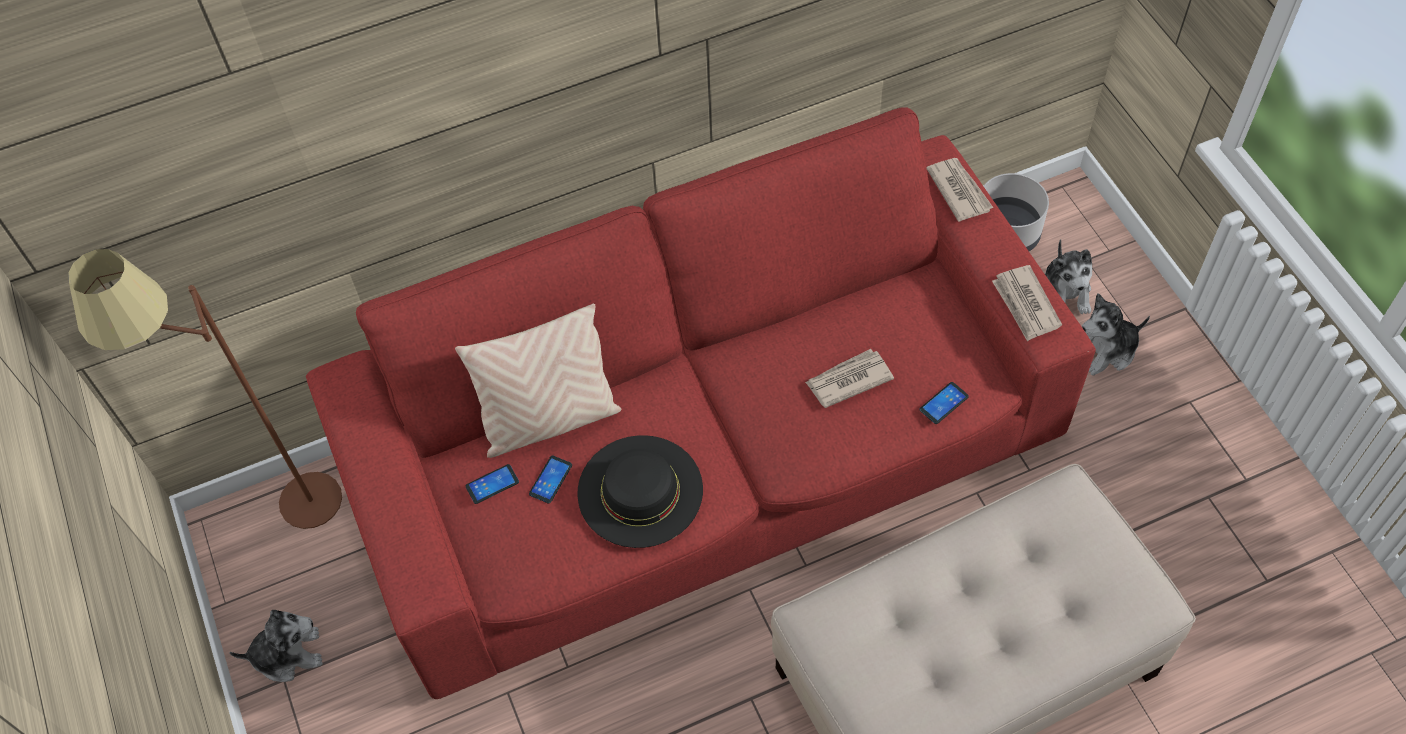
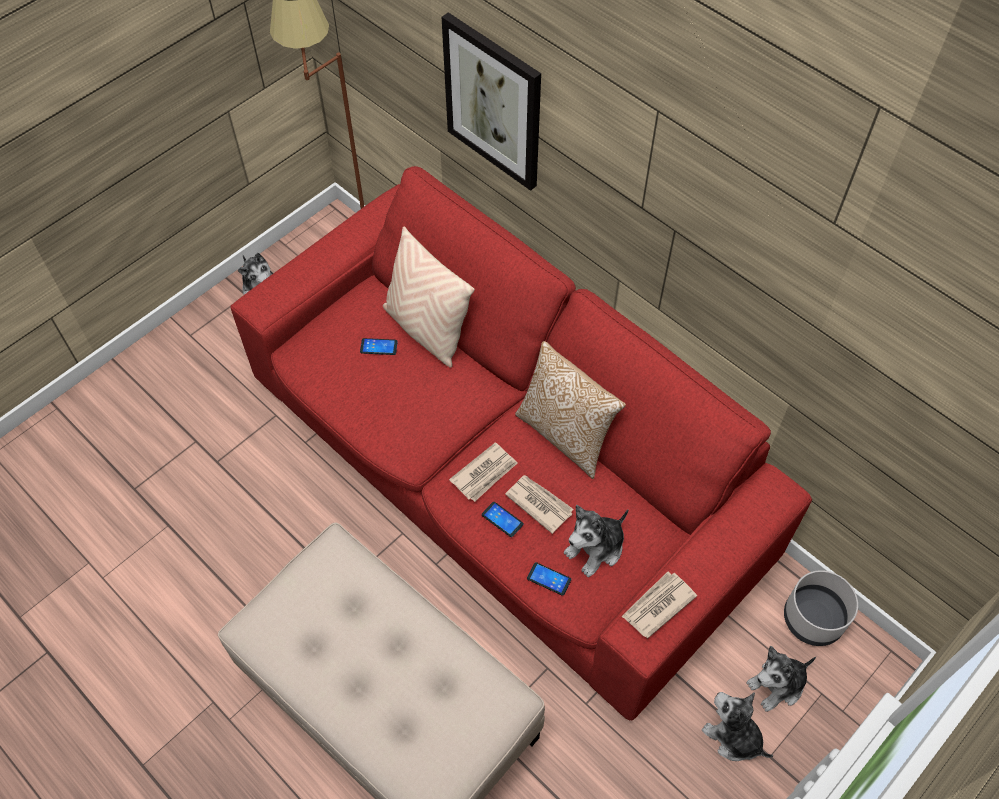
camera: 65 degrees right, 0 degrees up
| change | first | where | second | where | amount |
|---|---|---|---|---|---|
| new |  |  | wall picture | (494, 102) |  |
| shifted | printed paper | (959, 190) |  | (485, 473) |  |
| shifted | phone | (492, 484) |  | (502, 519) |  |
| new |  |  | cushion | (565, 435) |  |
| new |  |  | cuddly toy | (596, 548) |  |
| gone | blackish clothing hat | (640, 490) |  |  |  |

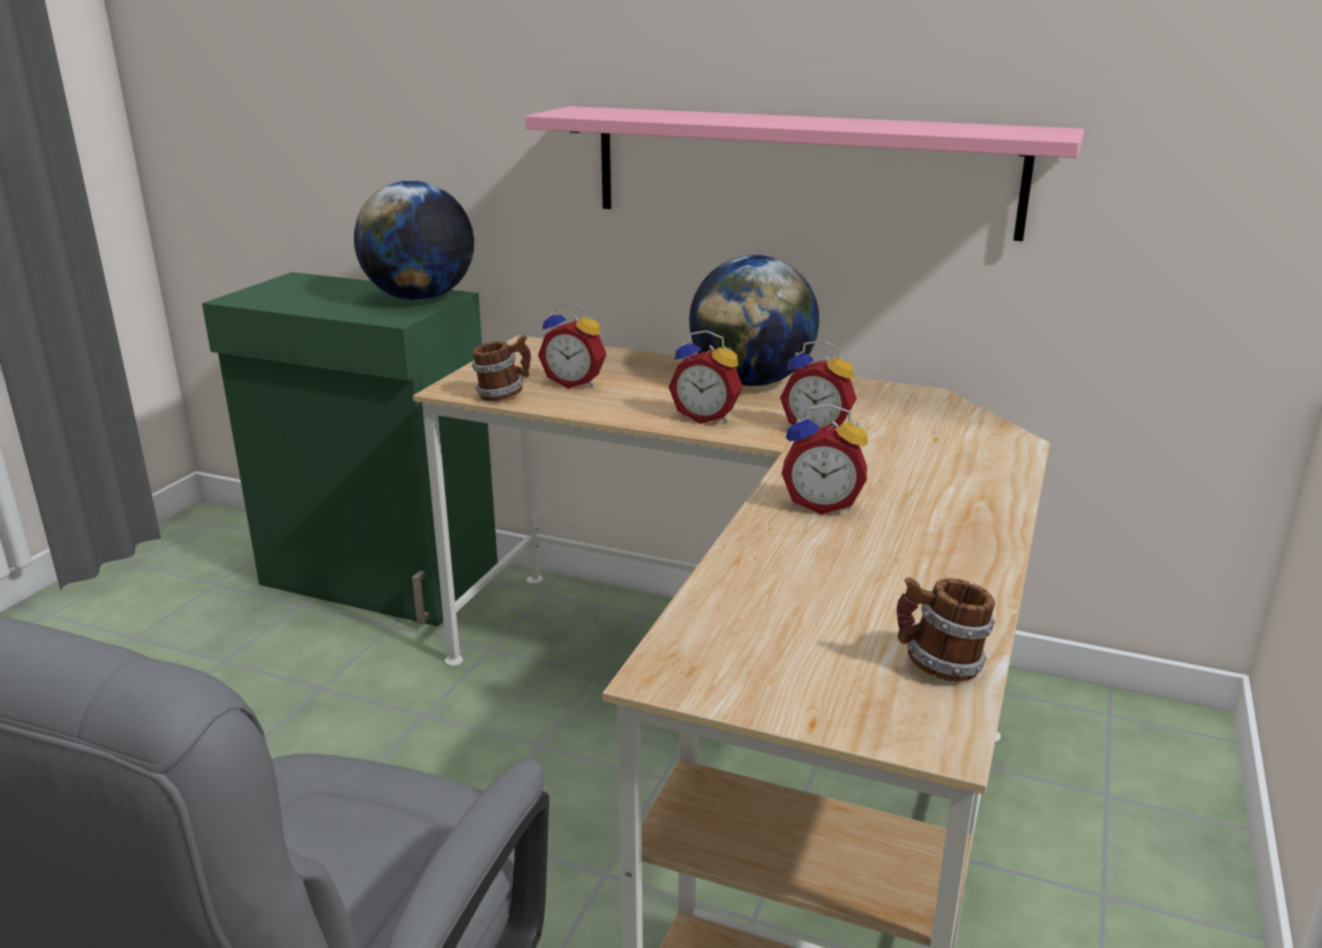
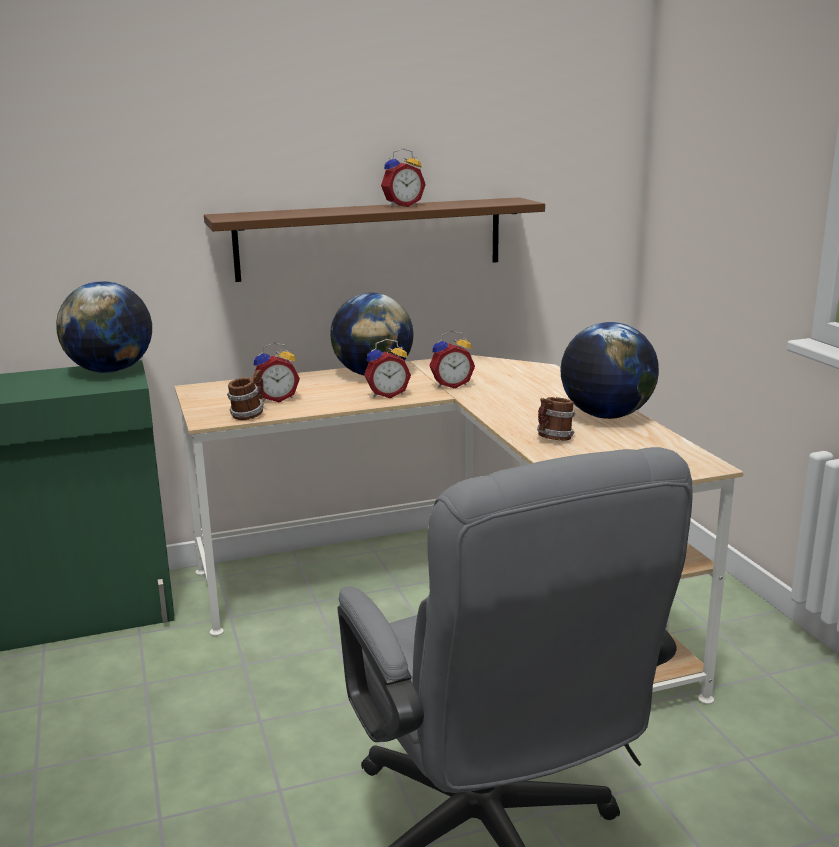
camera: 40 degrees left, 5 degrees down
| change | first | where | second | where | amount |
|---|---|---|---|---|---|
| repainted | pink bracket shelf | (802, 170) | brown bracket shelf | (370, 238) |  |
| shifted | alarm clock | (822, 504) |  | (402, 205) |  |
| shifted | coffee mug | (939, 666) |  | (554, 439) |  |
| new |  |  | world globe | (606, 416) |  |

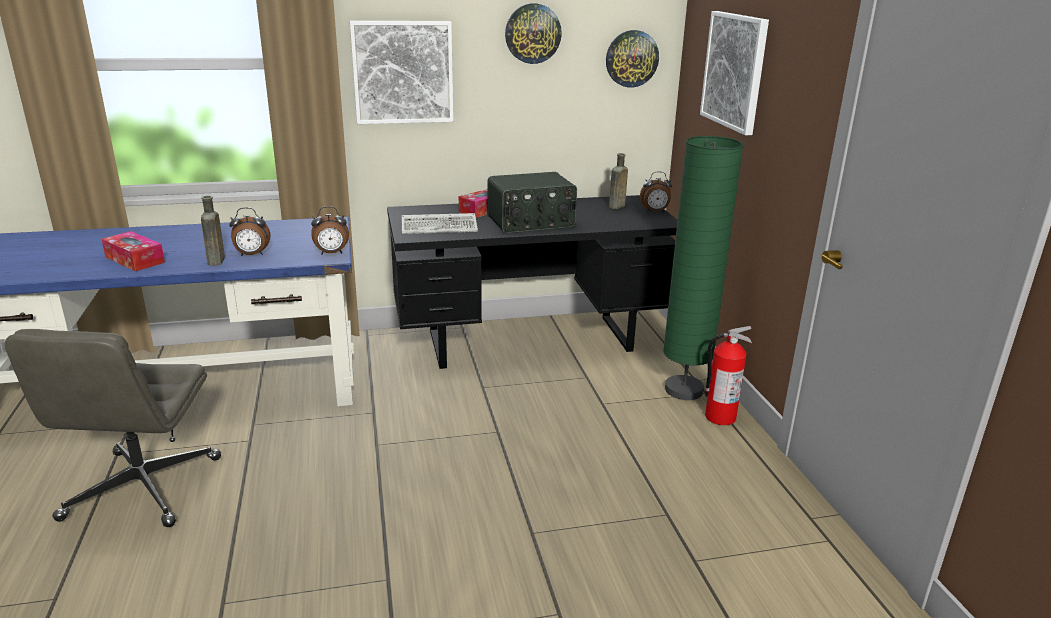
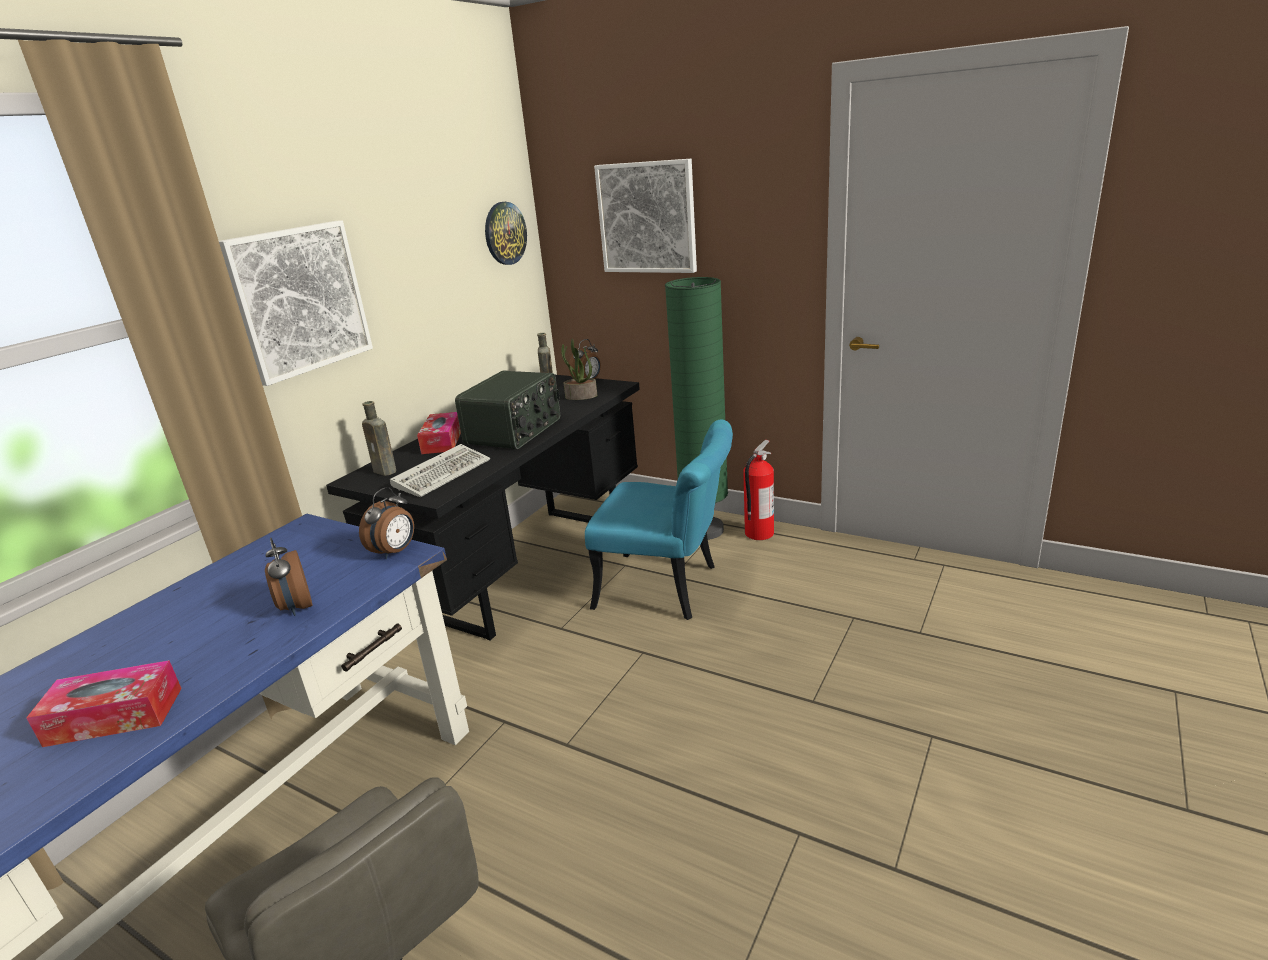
camera: 45 degrees left, 0 degrees up
| change | first | where | second | where | amount |
|---|---|---|---|---|---|
| rotated | alarm clock | (252, 255) |  | (295, 607) | 120 degrees clockwise |
| shifted | brown beverage bottle | (216, 262) |  | (386, 471) |  |
| new |  |  | plant in a pot | (580, 396) |  |
| new |  |  | turquoise-coloured chair | (669, 588) |  |
| gone | clock on the wall | (533, 33) |  |  |  |

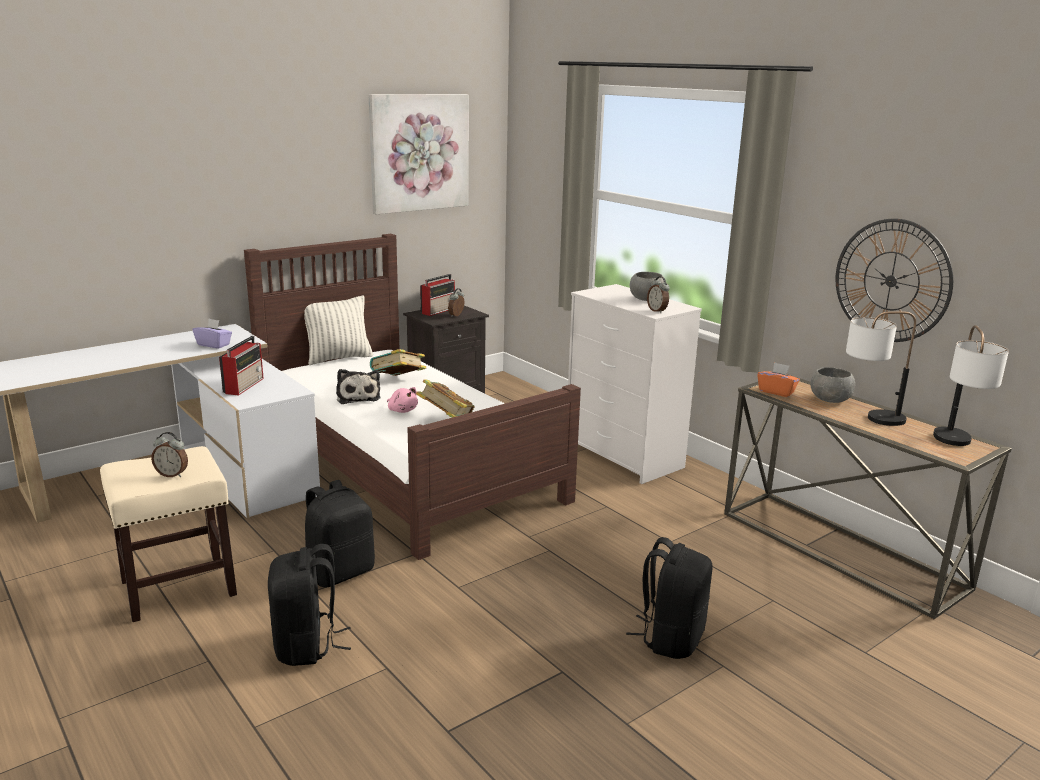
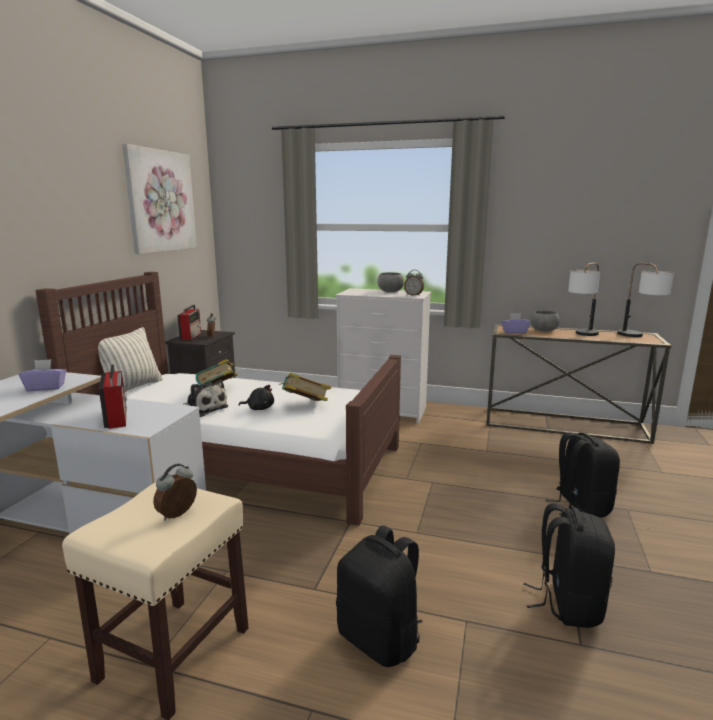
camera: 35 degrees left, 5 degrees down
| change | first | where | second | where | amount |
|---|---|---|---|---|---|
| rotated | alarm clock | (172, 474) |  | (178, 515) | 150 degrees clockwise |
| repainted | pink cuddly toy | (402, 410) | blackish cuddly toy | (259, 408) |  |
| repainted | orangey tissue holder | (776, 392) | purple-coloured tissue holder | (514, 332) |  |
| shifted | blackish knapsack | (340, 572) |  | (567, 603) |  |
| gone | clock on the wall | (891, 281) |  |  |  |

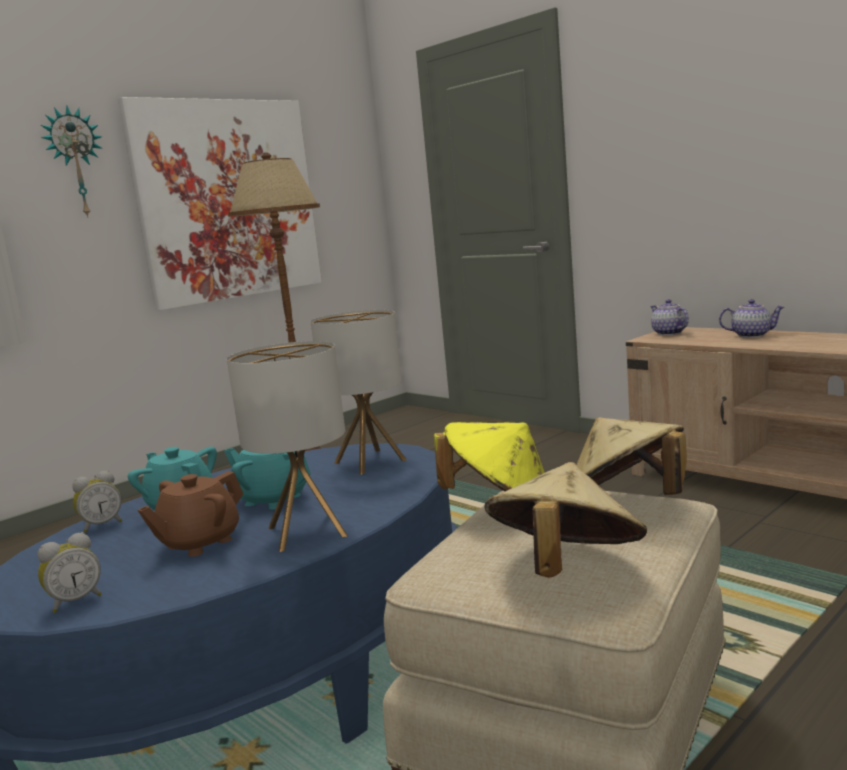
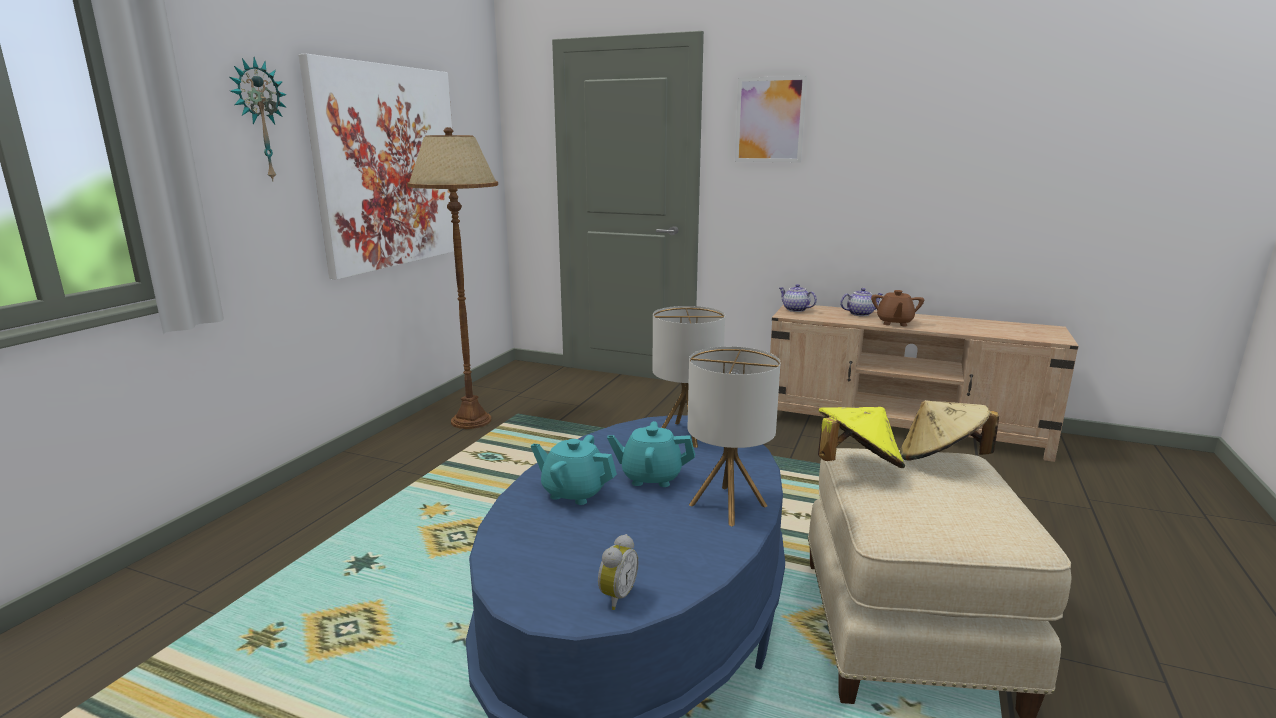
camera: 25 degrees left, 5 degrees up
| change | first | where | second | where | amount |
|---|---|---|---|---|---|
| new |  |  | wall picture | (769, 120) |  |
| shifted | brown teapot | (199, 543) |  | (894, 323) |  |
| gone | alarm clock | (101, 525) |  |  |  |
| gone | beige clothing hat | (565, 568) |  |  |  |

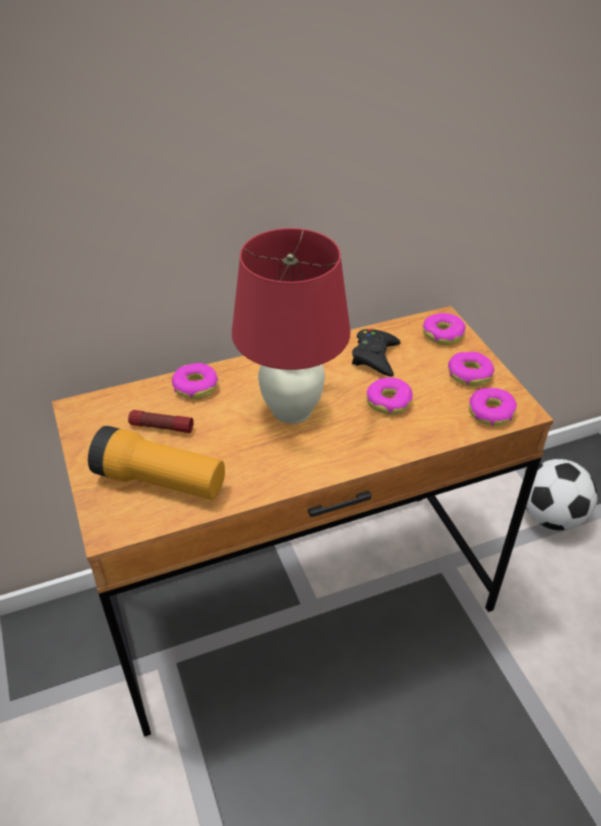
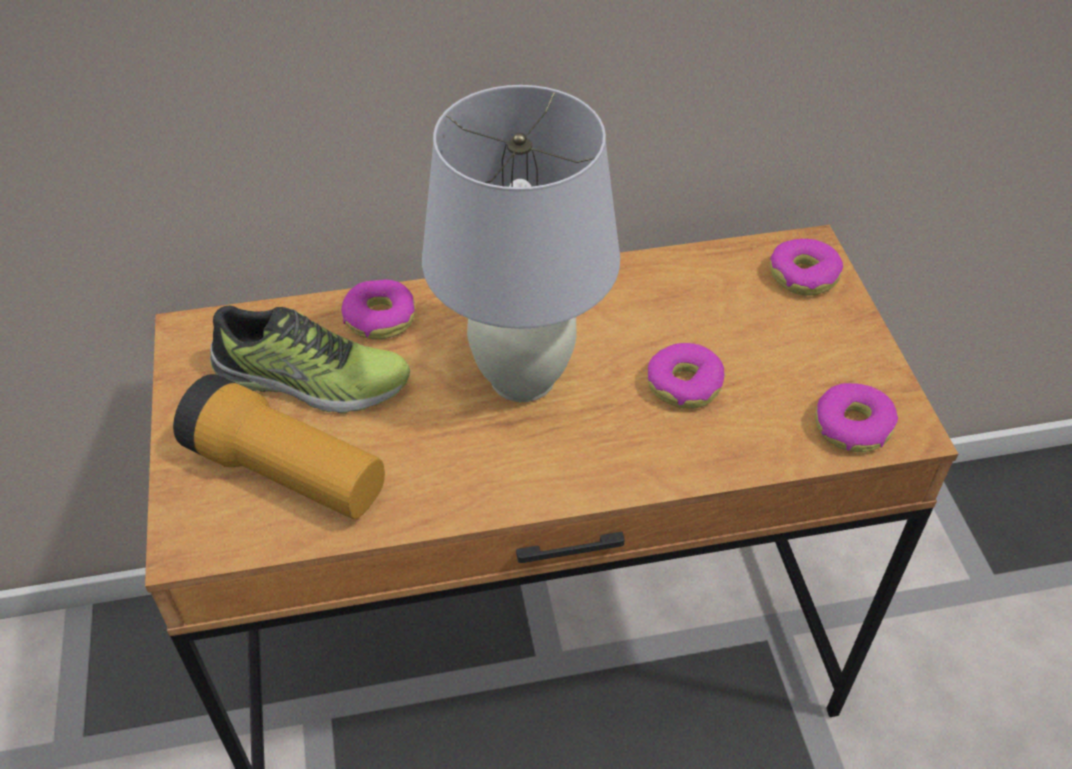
camera: 10 degrees right, 5 degrees up
| change | first | where | second | where | amount |
|---|---|---|---|---|---|
| swapped | flashlight | (161, 427) | low shoe | (310, 380) |  |
| repainted | red table lamp | (291, 410) | white table lamp | (521, 378) |  |
| gone | blackish game controller | (375, 357) |  |  |  |
| gone | donut | (469, 374) |  |  |  |
| gone | ball for football | (551, 517) |  |  |  |

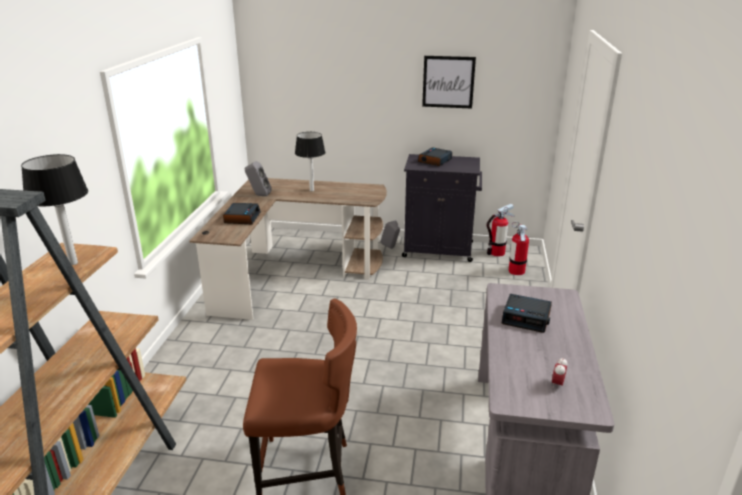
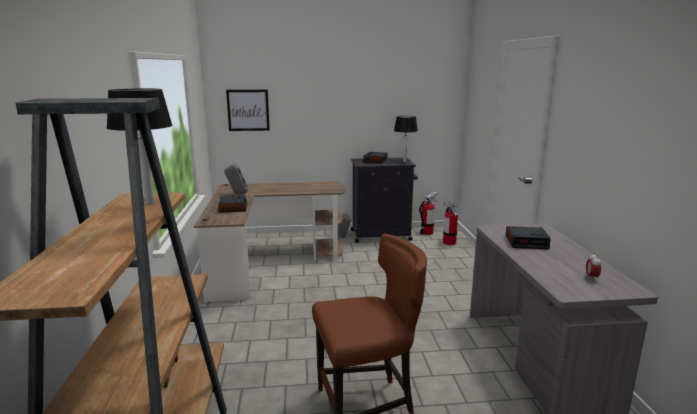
camera: 15 degrees left, 10 degrees down
| change | first | where | second | where | amount |
|---|---|---|---|---|---|
| shifted | wall picture | (448, 82) |  | (248, 110) |  |
| shifted | table lamp | (311, 190) |  | (404, 161) |  |

